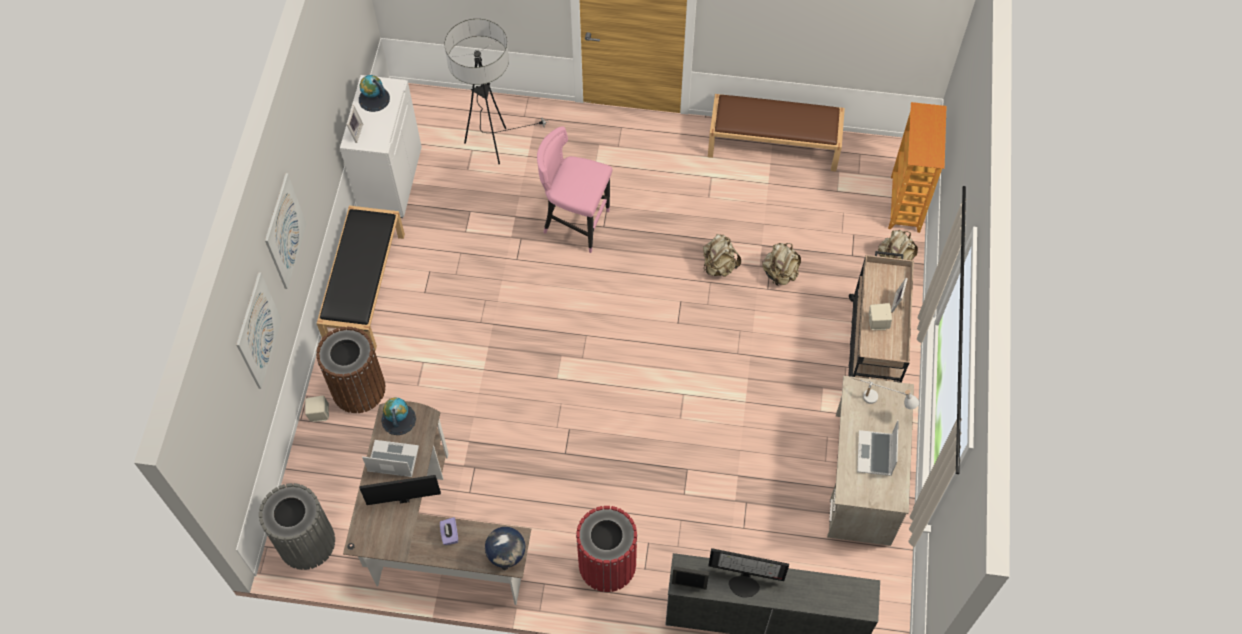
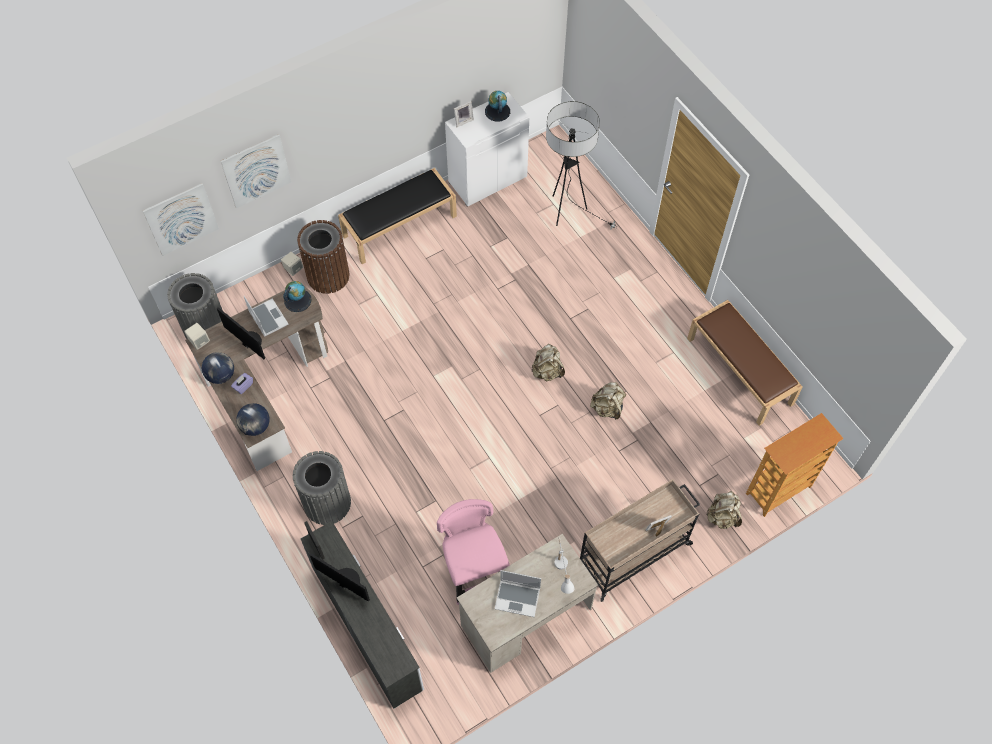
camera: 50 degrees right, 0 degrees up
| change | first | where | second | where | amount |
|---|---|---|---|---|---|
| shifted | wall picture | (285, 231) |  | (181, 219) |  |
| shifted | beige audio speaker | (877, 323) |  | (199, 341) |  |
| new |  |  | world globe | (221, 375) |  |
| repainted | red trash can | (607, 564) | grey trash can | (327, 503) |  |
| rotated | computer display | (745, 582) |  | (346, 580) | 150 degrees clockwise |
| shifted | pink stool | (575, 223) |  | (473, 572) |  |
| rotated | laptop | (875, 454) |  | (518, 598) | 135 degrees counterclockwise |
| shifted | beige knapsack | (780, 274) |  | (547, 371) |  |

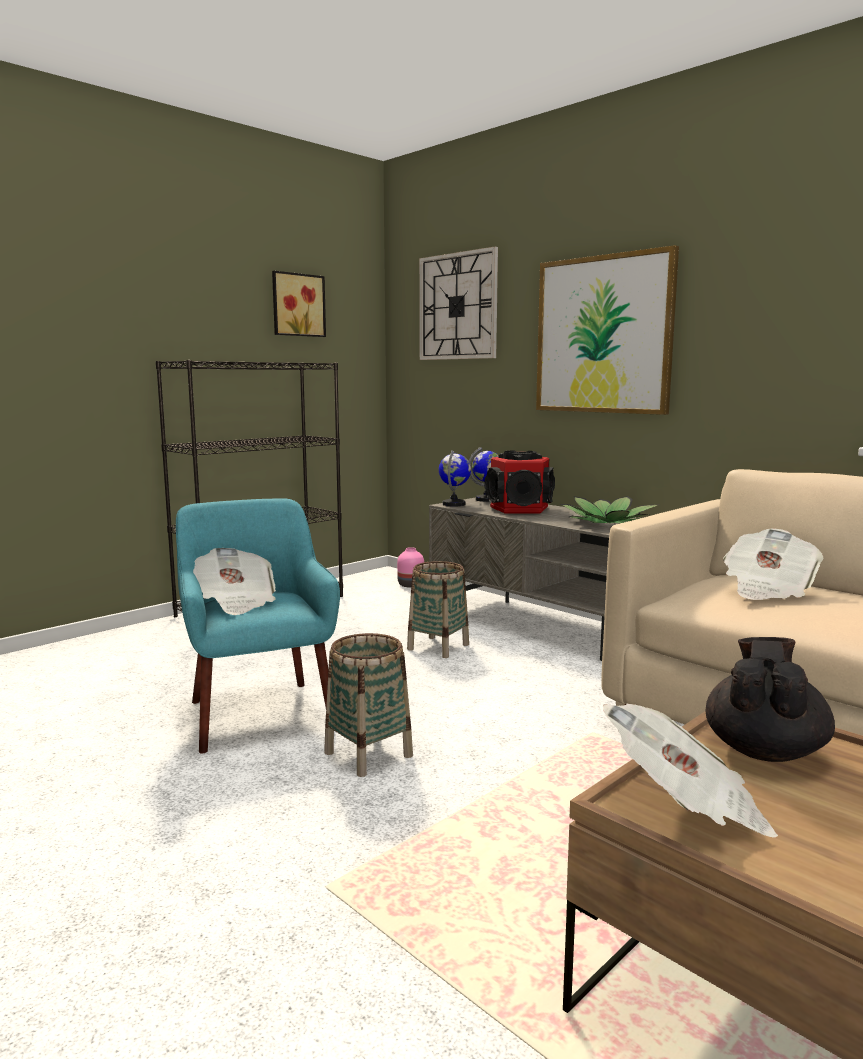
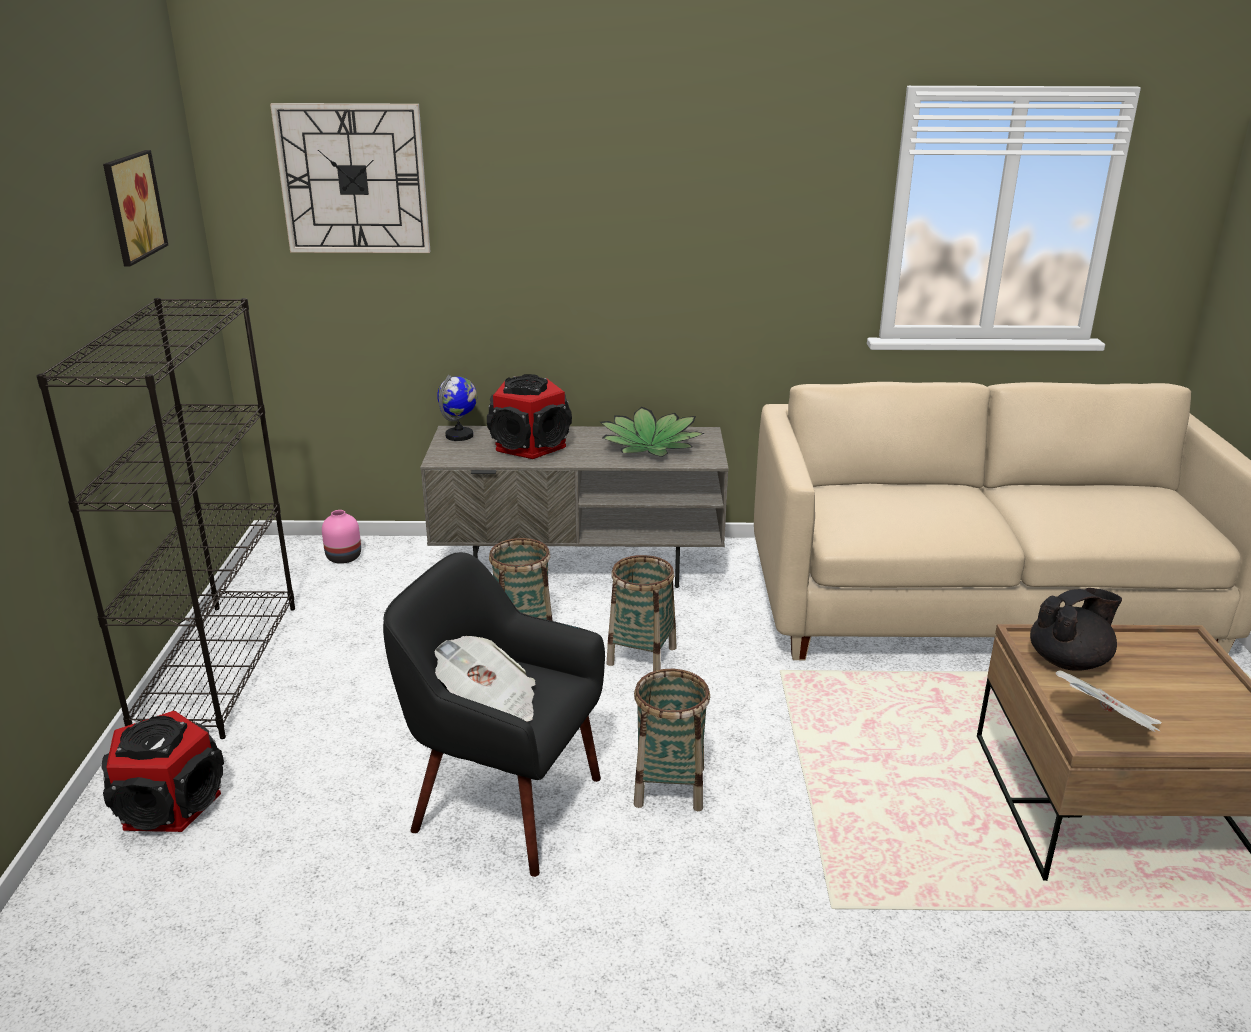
camera: 45 degrees left, 15 degrees up
| change | first | where | second | where | amount |
|---|---|---|---|---|---|
| new |  |  | audio speaker | (171, 804) |  |
| repainted | turquoise-coloured lounge chair | (259, 714) | blackish lounge chair | (505, 804) |  |
| new |  |  | household basket | (641, 655) |  |
| rotated | blackish teapot | (764, 750) |  | (1069, 661) | 90 degrees clockwise |
| gone | world globe | (454, 504) |  |  |  |
| gone | wall picture | (603, 335) |  |  |  |
| gone | printed paper | (767, 589) |  |  |  |

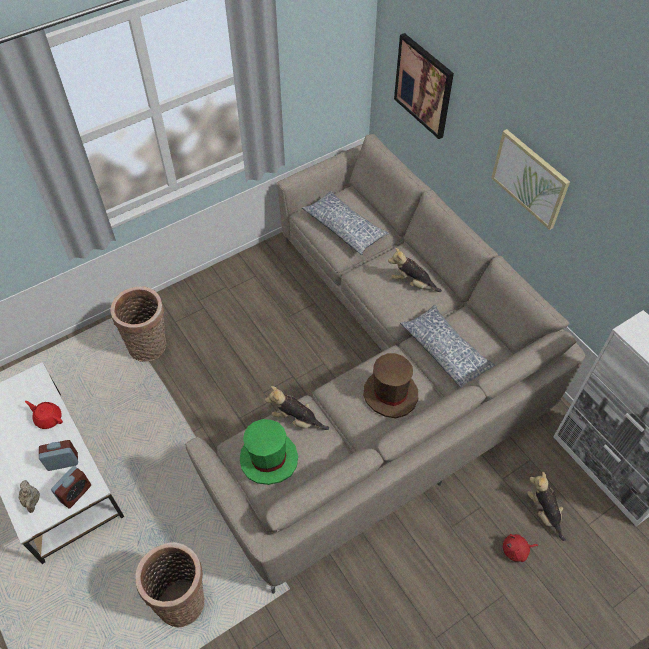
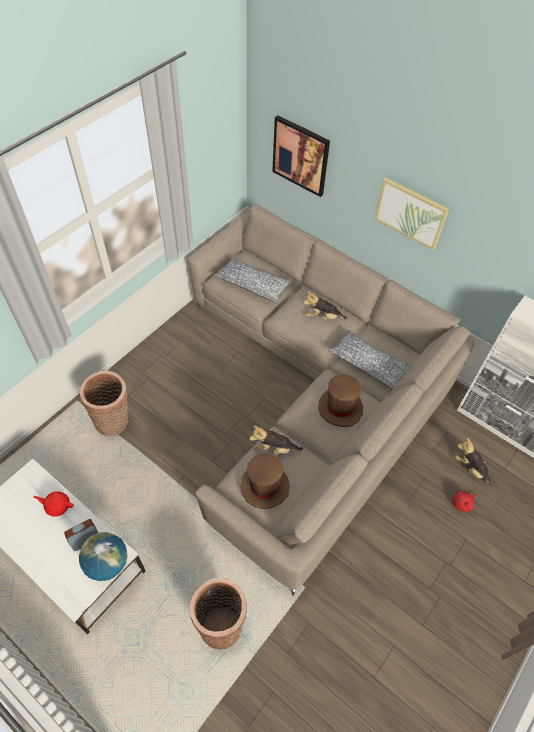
camera: 20 degrees left, 0 degrees up
| change | first | where | second | where | amount |
|---|---|---|---|---|---|
| swapped | alarm clock | (75, 493) | world globe | (107, 563) |  |
| repainted | green-coloured clothing hat | (268, 459) | brown clothing hat | (264, 486) |  |
| gone | beige teapot | (32, 501) |  |  |  |

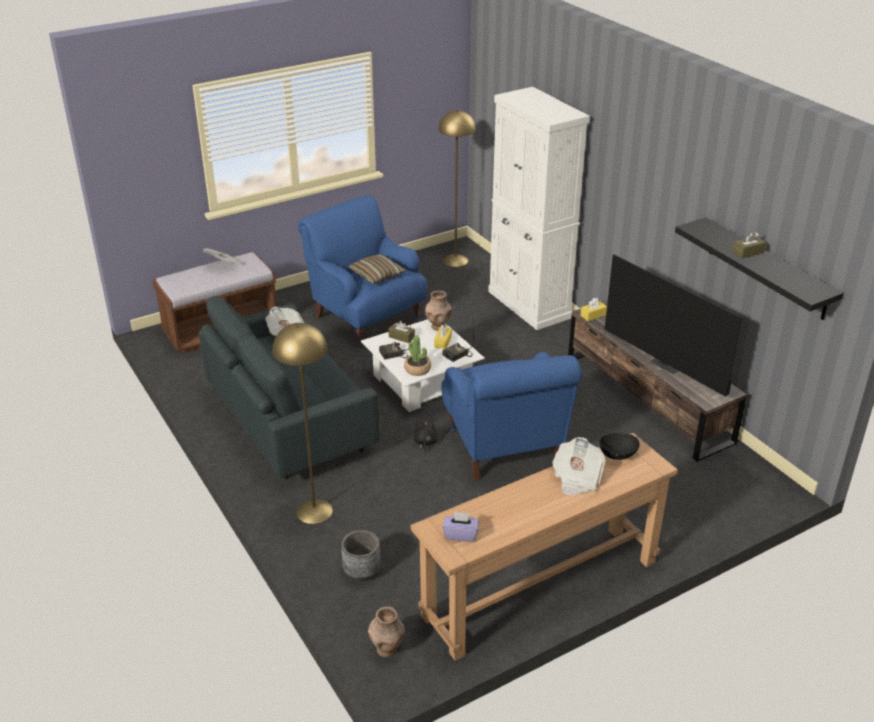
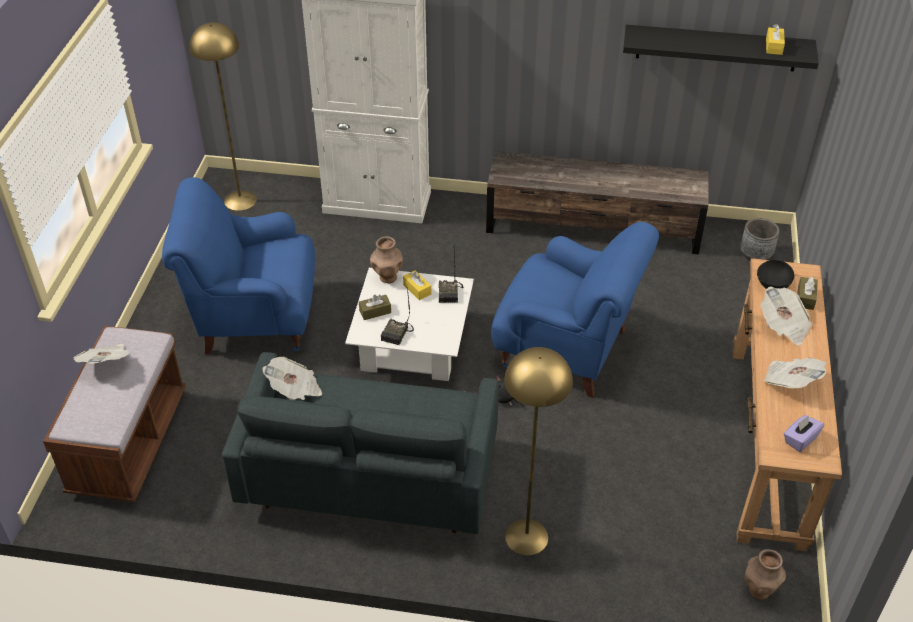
camera: 50 degrees left, 10 degrees up
| change | first | where | second | where | amount |
|---|---|---|---|---|---|
| shifted | grey flower pot | (362, 572) |  | (755, 255) |  |
| new |  |  | printed paper | (790, 382) |  |
| shifted | yellow-coloured tissue holder | (593, 315) |  | (774, 46) |  |
| shifted | brown tissue holder | (748, 252) |  | (805, 298) |  |
| gone | cushion | (376, 275) |  |  |  |
| gone | plant in a pot | (417, 369) |  |  |  |
| gone | TV | (668, 364) |  |  |  |

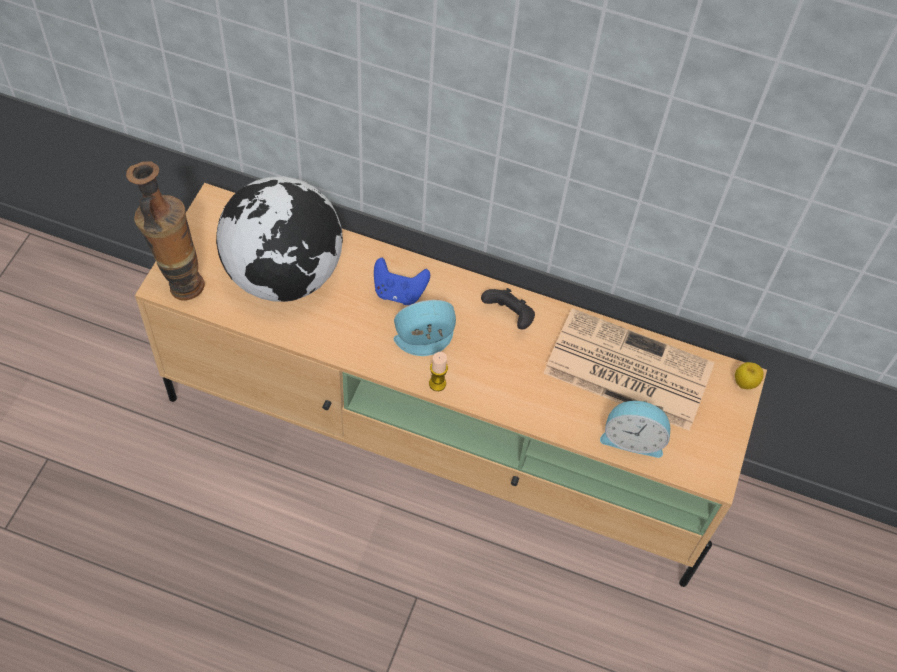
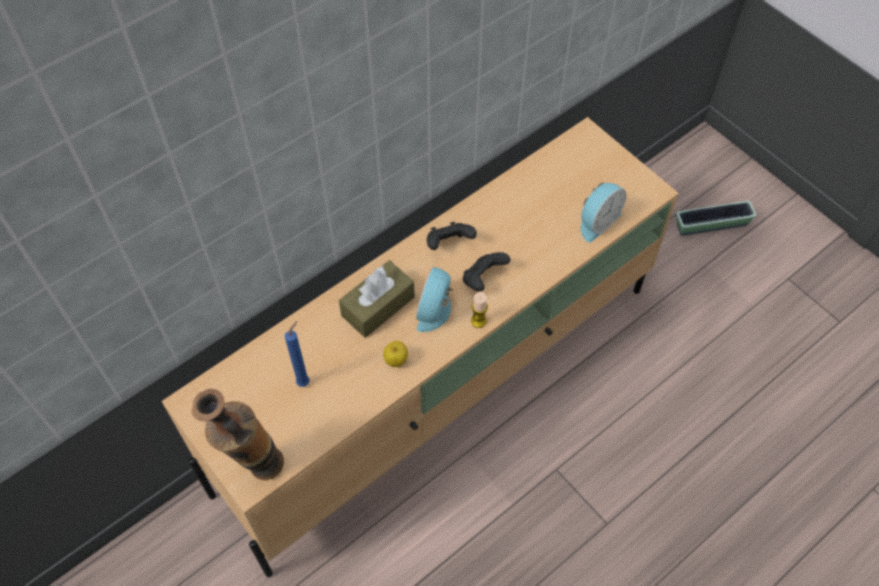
camera: 55 degrees left, 0 degrees up
| change | first | where | second | where | amount |
|---|---|---|---|---|---|
| swapped | world globe | (284, 275) | bluish candle | (305, 381) |  |
| swapped | bluish game controller | (399, 292) | brown tissue holder | (378, 306) |  |
| shifted | apple | (744, 384) |  | (396, 361) |  |
| new |  |  | blackish game controller | (483, 279) |  |
| new |  |  | flower pot | (711, 225) |  |
| gone | printed paper | (625, 369) |  |  |  |

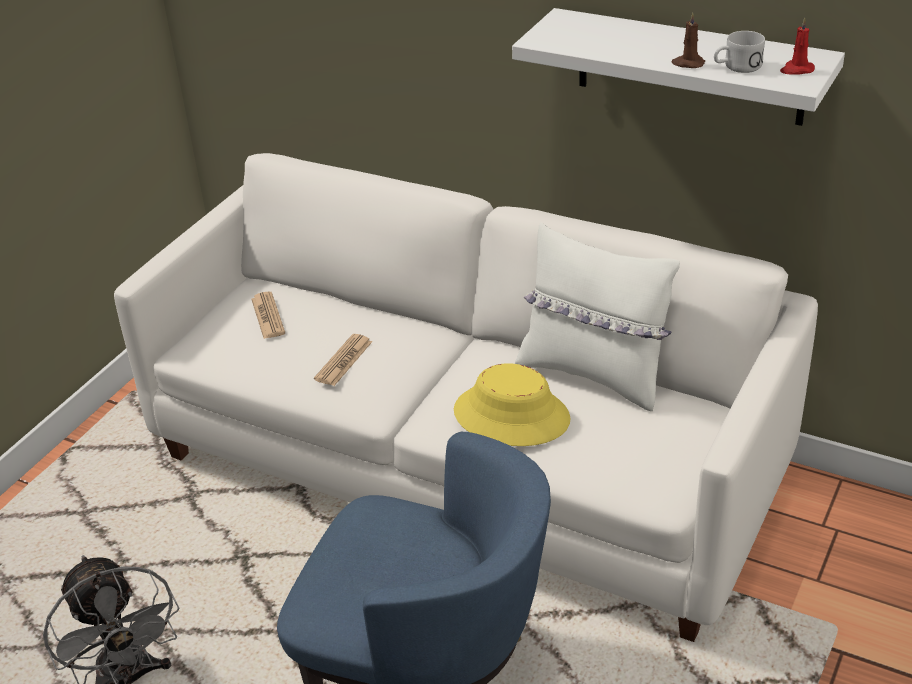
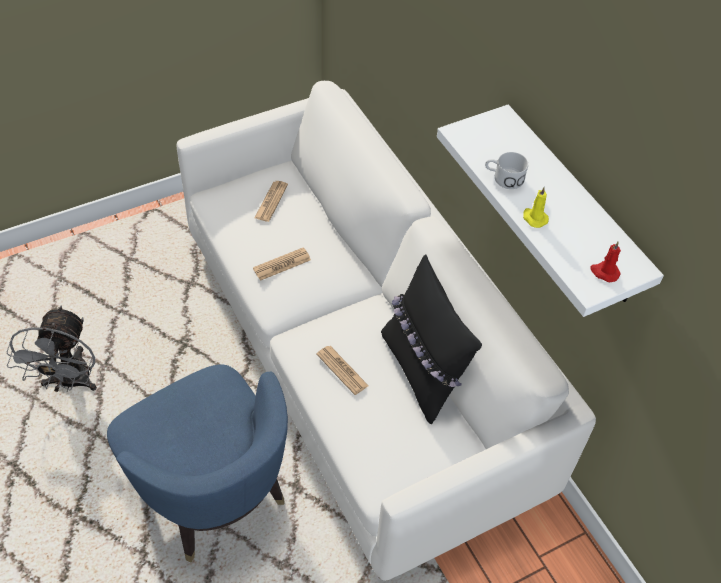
camera: 30 degrees right, 15 degrees up
| change | first | where | second | where | amount |
|---|---|---|---|---|---|
| swapped | yellow-coloured clothing hat | (512, 415) | printed paper | (342, 370) |  |
| repainted | white cushion | (594, 374) | blackish cushion | (422, 371) |  |
| shifted | white coffee mug | (736, 67) |  | (503, 178) |  |
| repainted | brown candle | (687, 63) | yellow-coloured candle | (534, 218) |  |

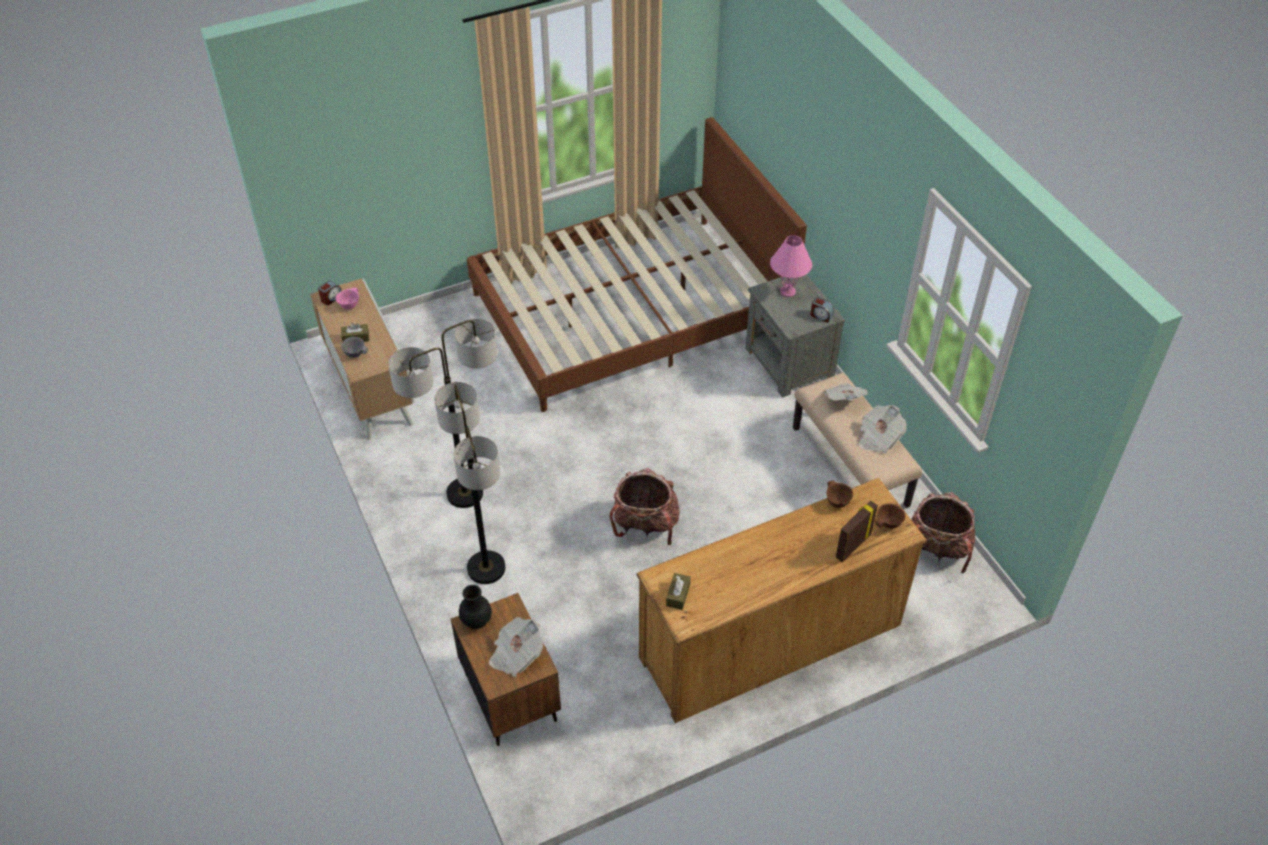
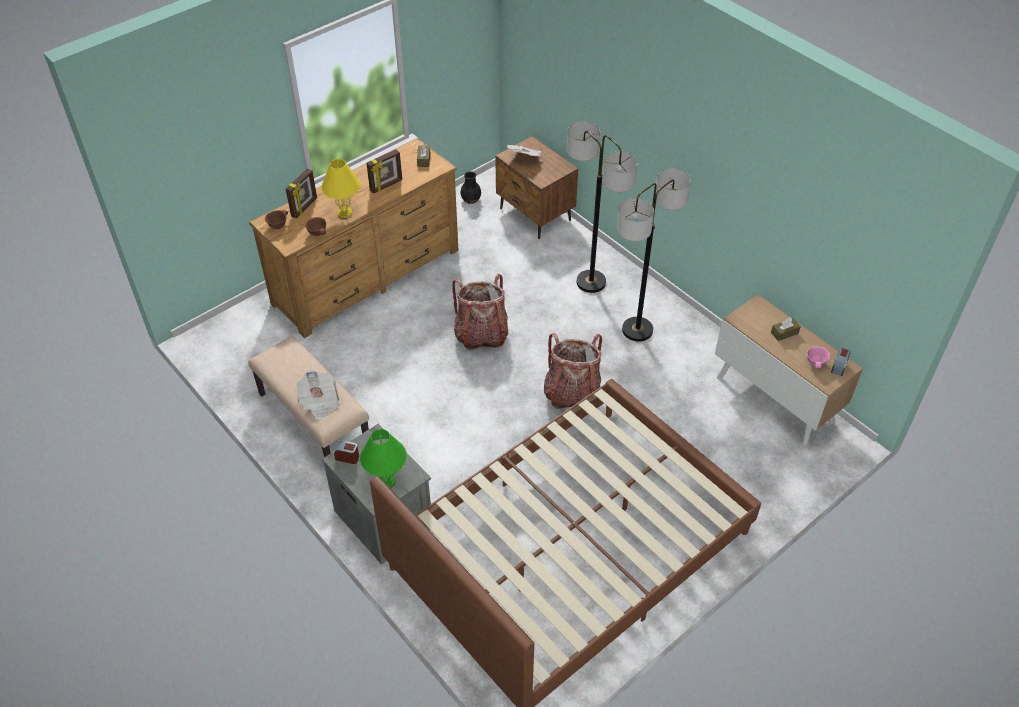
camera: 165 degrees right, 0 degrees up
| change | first | where | second | where | amount |
|---|---|---|---|---|---|
| new |  |  | yellow-coloured table lamp | (345, 213) |  |
| repainted | pink table lamp | (788, 292) | green-coloured table lamp | (386, 480) |  |
| new |  |  | photo frame | (386, 186) |  |
| shifted | blackish decorative vase | (476, 620) |  | (471, 200) |  |
| shifted | knapsack | (936, 550) |  | (572, 393) |  |
| gone | grey deep dish | (355, 354) |  |  |  |
| gone | printed paper | (878, 438) |  |  |  |

